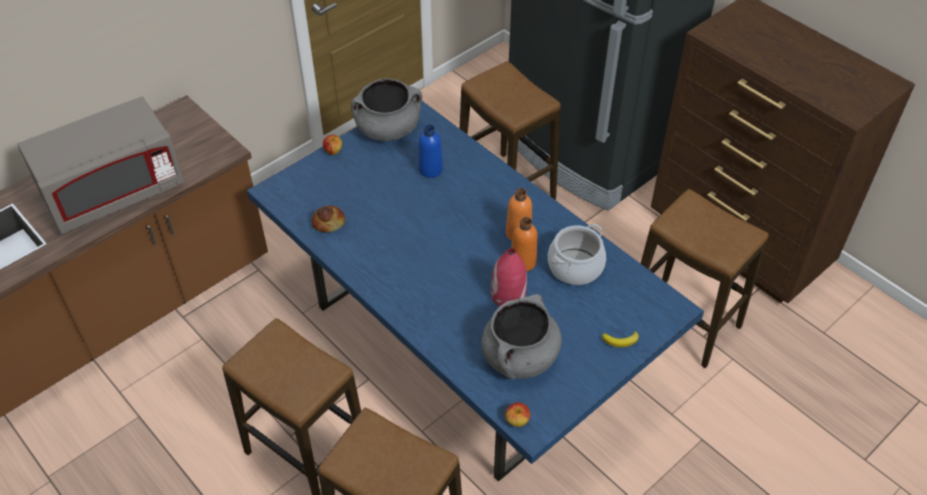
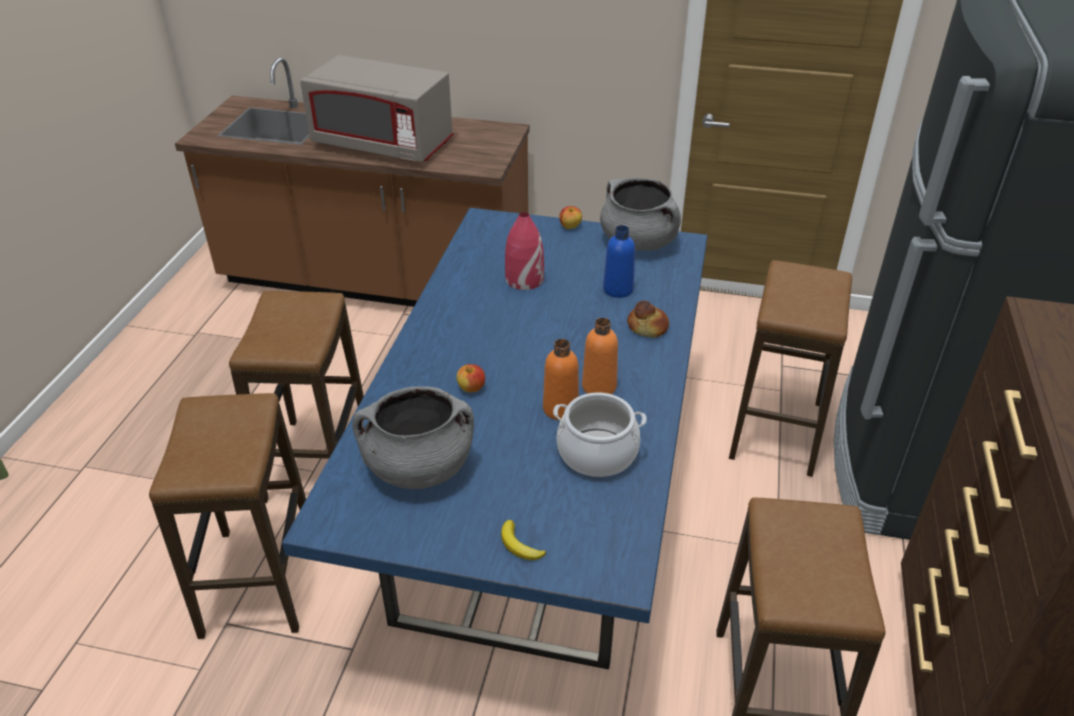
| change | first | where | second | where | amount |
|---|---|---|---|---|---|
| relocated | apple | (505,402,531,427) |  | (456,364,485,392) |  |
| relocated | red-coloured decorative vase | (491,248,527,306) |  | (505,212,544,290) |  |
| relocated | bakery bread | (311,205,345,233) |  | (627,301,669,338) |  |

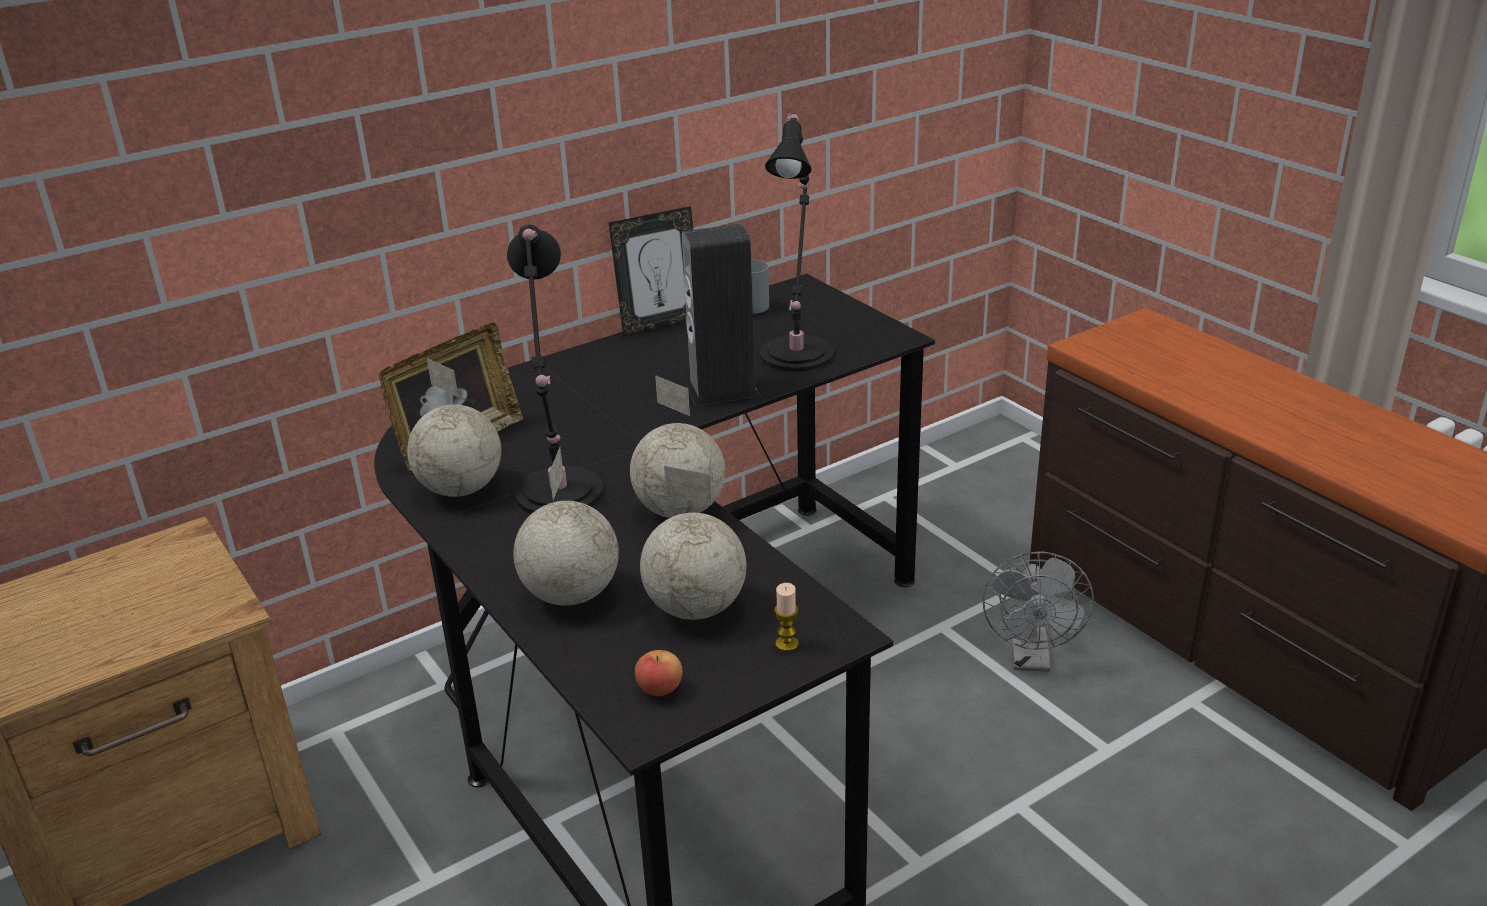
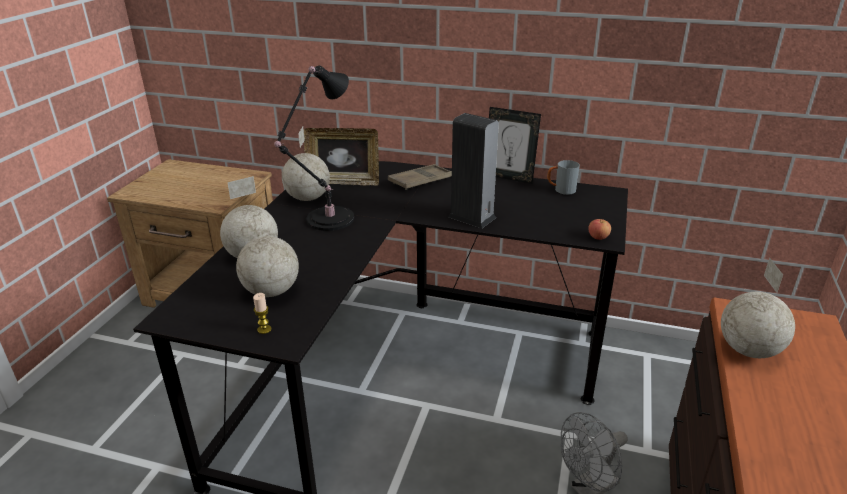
| change | first | where | second | where | amount |
|---|---|---|---|---|---|
| appeared |  |  | brown-coloured tray | (388,164,452,190) |  |
| relocated | apple | (635,650,683,696) |  | (588,219,611,240) |  |
| relocated | desk globe | (630,375,725,518) |  | (721,258,795,358) |  |
| missing | black-coloured table lamp | (760,113,834,372) |  |  |  |

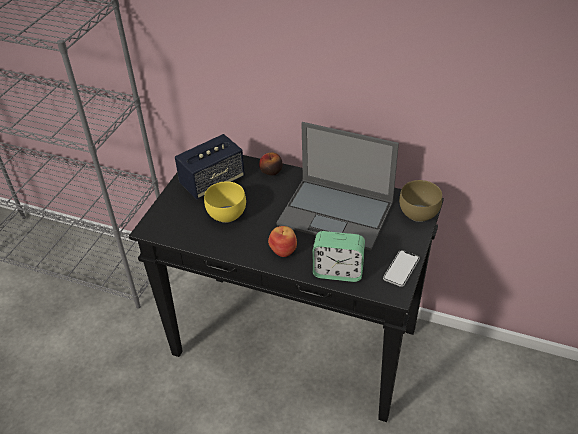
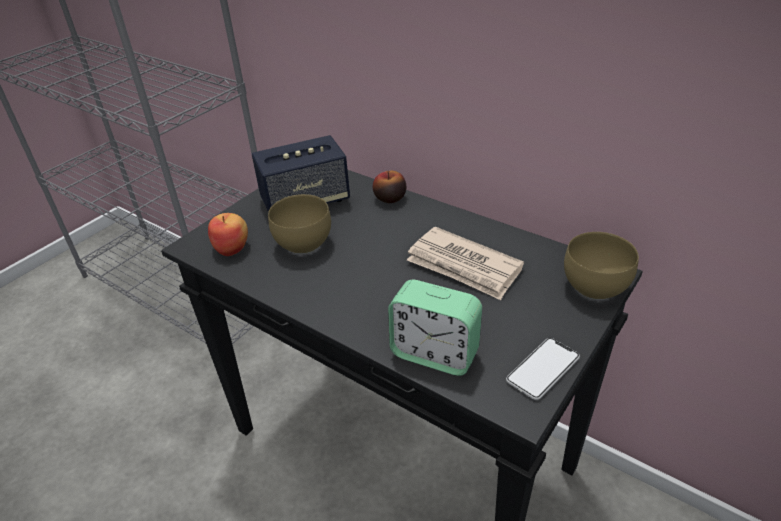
| change | first | where | second | where | amount |
|---|---|---|---|---|---|
| relocated | apple | (268,226,297,257) |  | (208,213,248,256) |  |
| colour | yellow-coloured bowl | (204,181,246,223) | brown-coloured bowl | (268,194,331,254) |  |
| exchanged | notebook computer | (276,122,399,251) | newspaper | (407,227,524,300) |  |

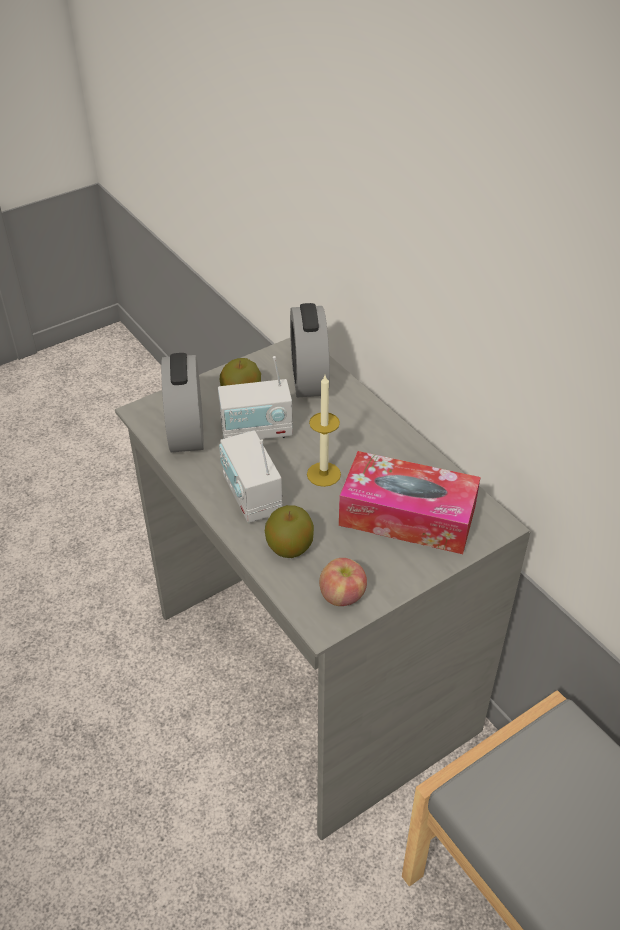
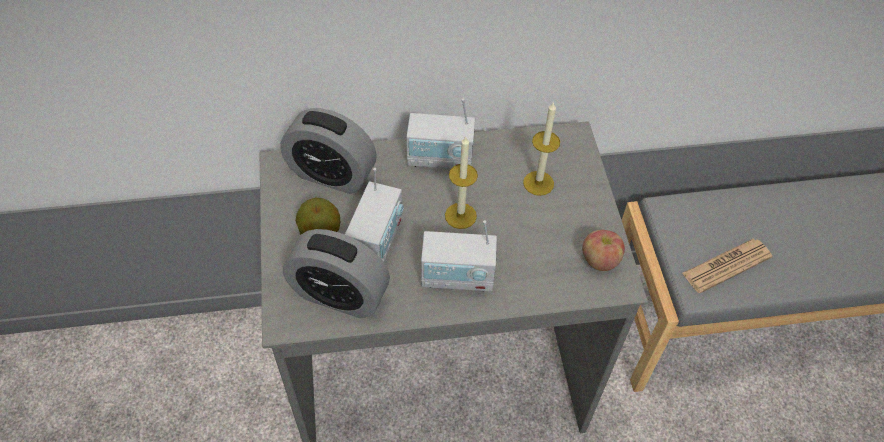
| change | first | where | second | where | amount |
|---|---|---|---|---|---|
| appeared |  |  | radio set | (407,98,475,169) |  |
| exchanged | tissue box | (339,451,481,554) | wax candle | (523,102,560,196) |  |
| appeared |  |  | newspaper | (682,239,772,293) |  |
| missing | apple | (265,505,314,558) |  |  |  |

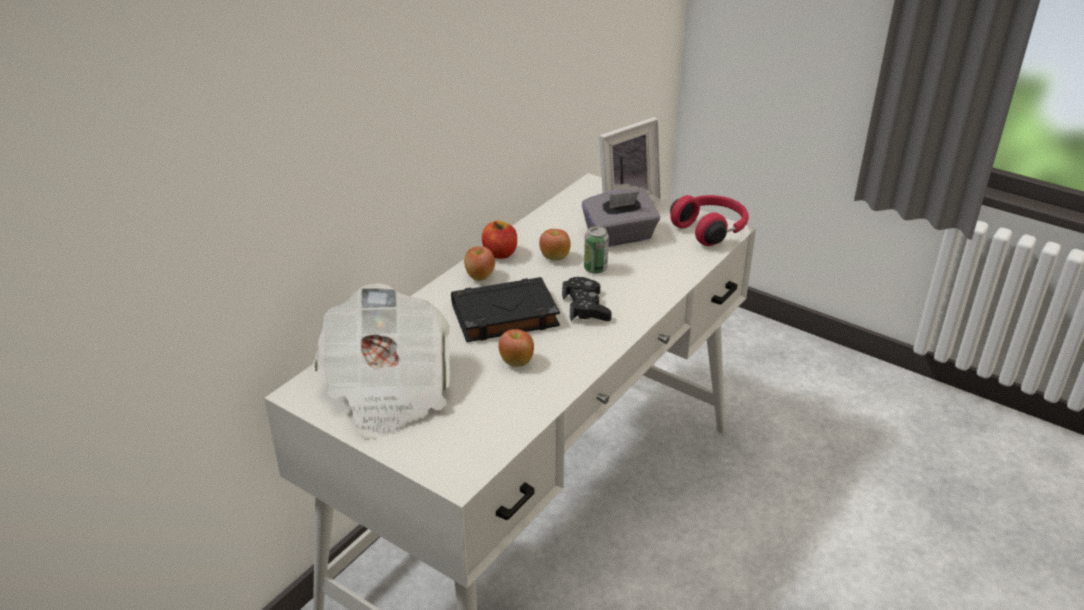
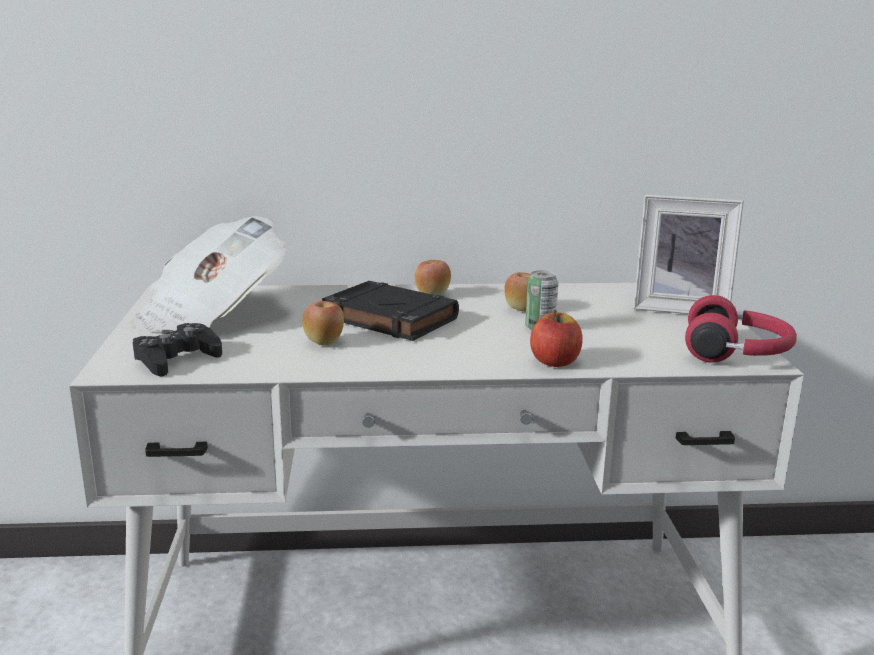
| change | first | where | second | where | amount |
|---|---|---|---|---|---|
| relocated | black-coloured gamepad | (562,277,611,321) |  | (133,323,222,376) |  |
| relocated | apple | (482,221,517,259) |  | (530,310,583,367) |  |
| missing | grey tissue box | (582,189,660,247) |  |  |  |

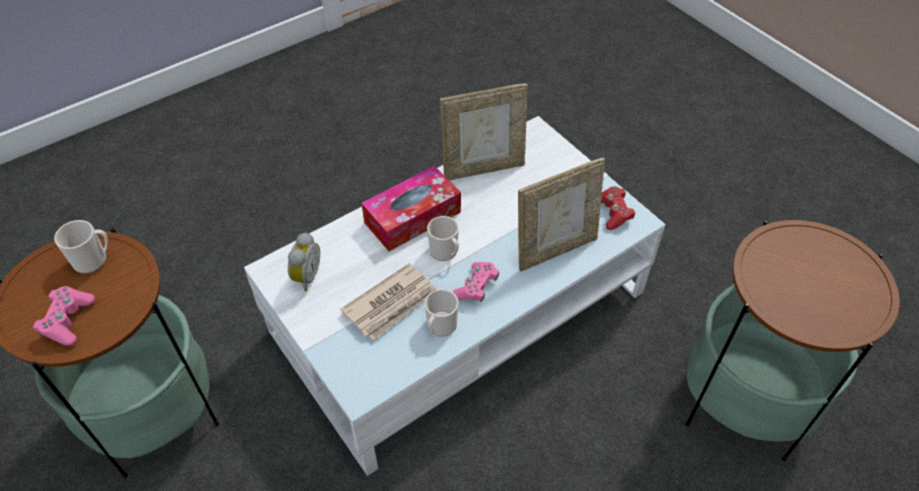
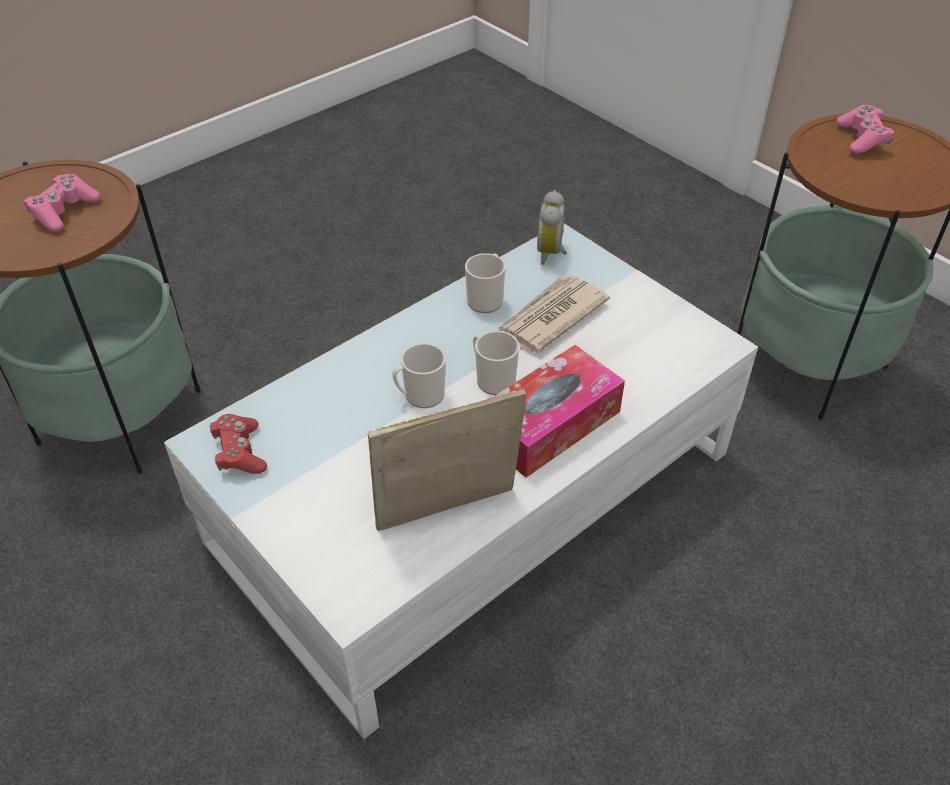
| change | first | where | second | where | amount |
|---|---|---|---|---|---|
| relocated | pinkish gamepad | (453,262,499,302) |  | (23,174,100,232) |  |
| relocated | mug | (54,220,108,274) |  | (392,343,446,408) |  |
| relocated | bedside clock | (288,232,320,291) |  | (537,190,567,265) |  |
| missing | photo frame | (518,158,605,271) |  |  |  |

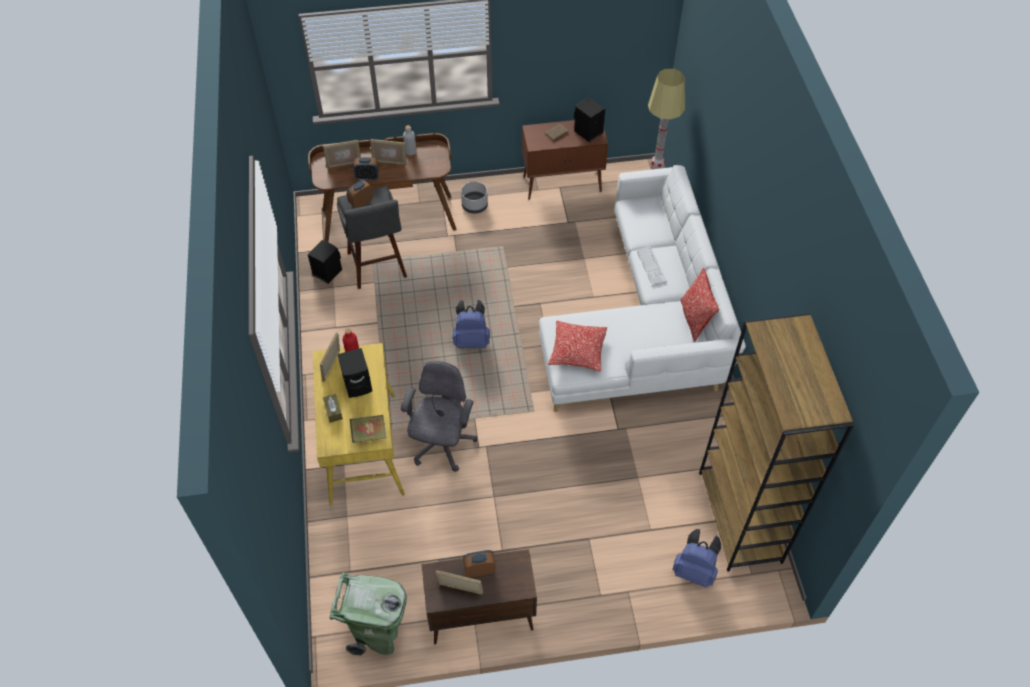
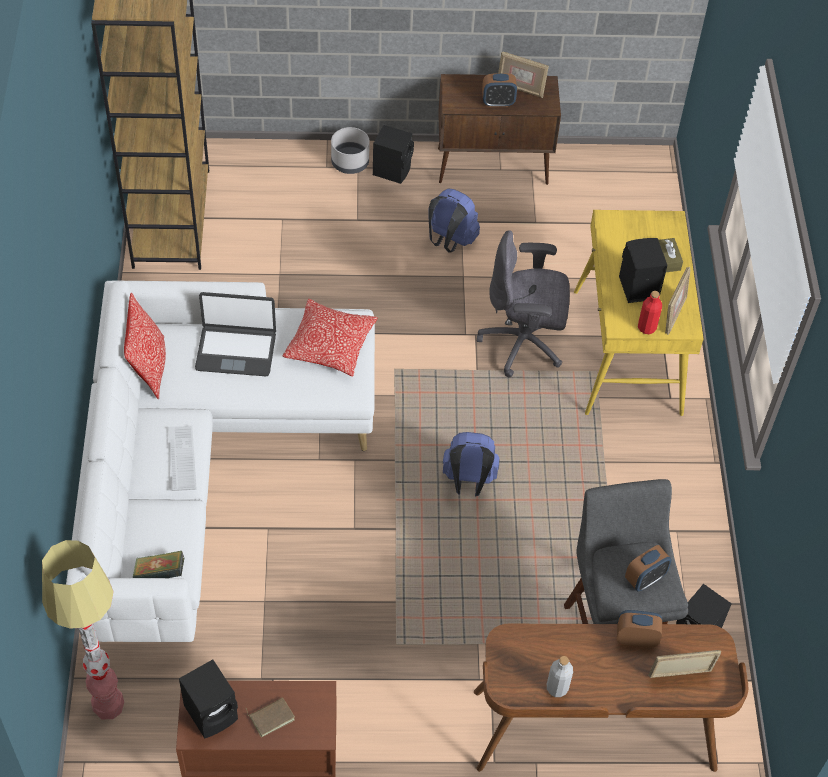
| change | first | where | second | where | amount |
|---|---|---|---|---|---|
| relocated | bound book | (350,415,386,443) |  | (133,551,184,578) |  |
| appeared |  |  | notebook computer | (195,292,276,376) |  |
| relocated | grey planter | (461,181,488,214) |  | (331,127,370,174) |  |
| appeared |  |  | black-coloured loudspeaker | (373,125,414,184) |  |
| relocated | blue backpack | (672,529,721,587) |  | (429,188,480,253) |  |
| spun | grey computer chair | (401,361,477,472) |  | (477,230,570,378) | 75 degrees clockwise |
| missing | greenish rubbish bin | (330,573,407,655) |  |  |  |
| missing | photo frame | (370,139,407,165) |  |  |  |

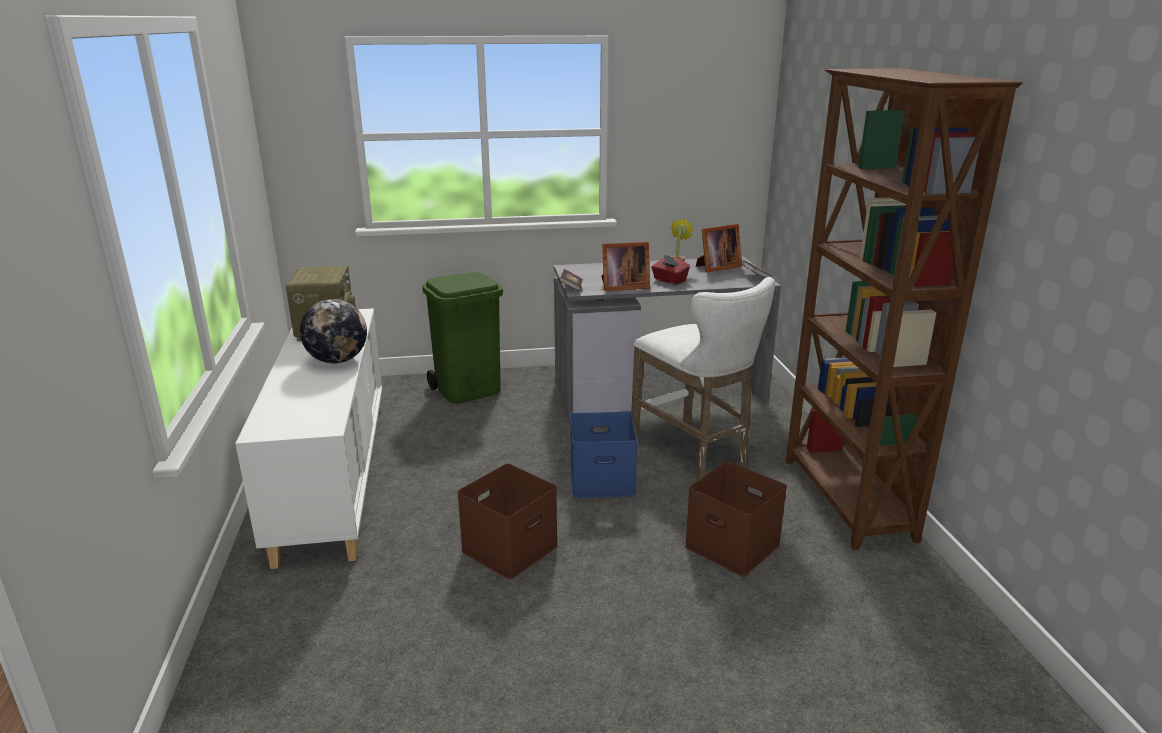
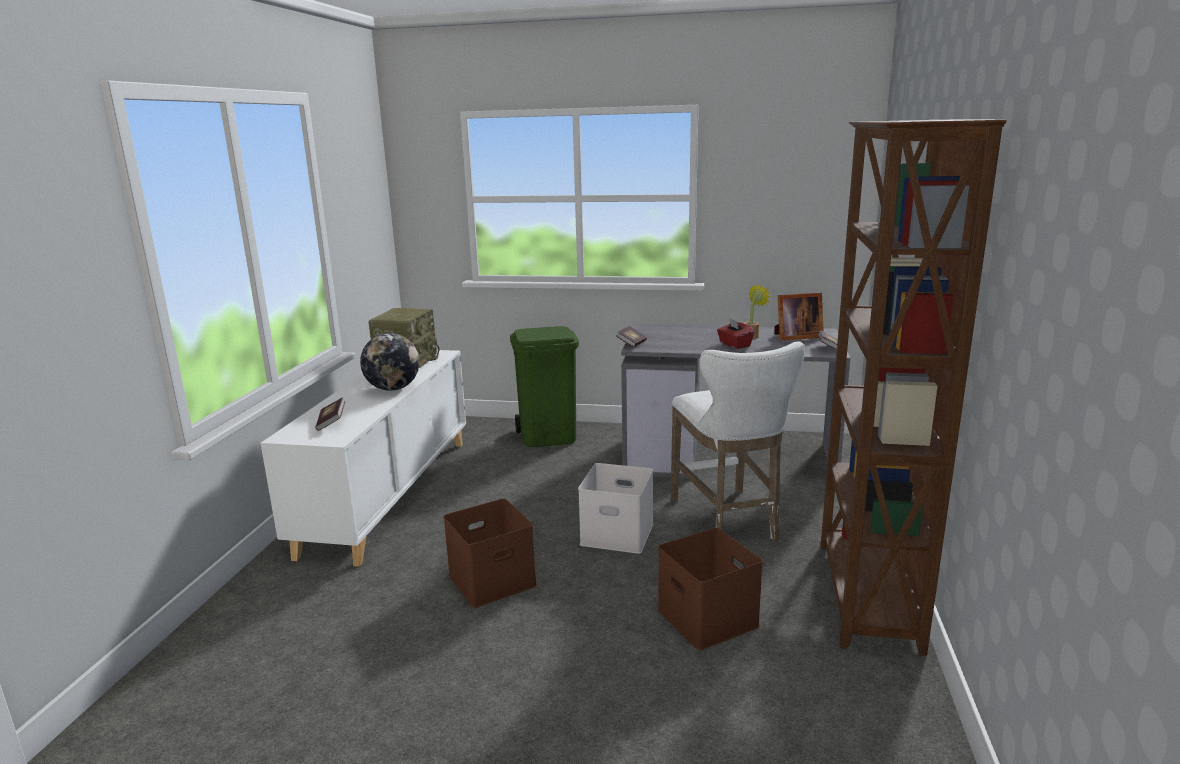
| change | first | where | second | where | amount |
|---|---|---|---|---|---|
| appeared |  |  | bound book | (315,397,345,431) |  |
| colour | blue storage box | (570,412,637,498) | white-coloured storage box | (578,463,653,554) |  |
| missing | photo frame | (601,242,650,291) |  |  |  |

